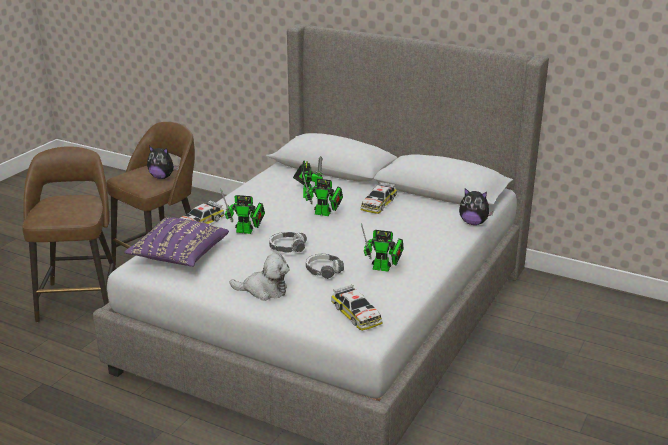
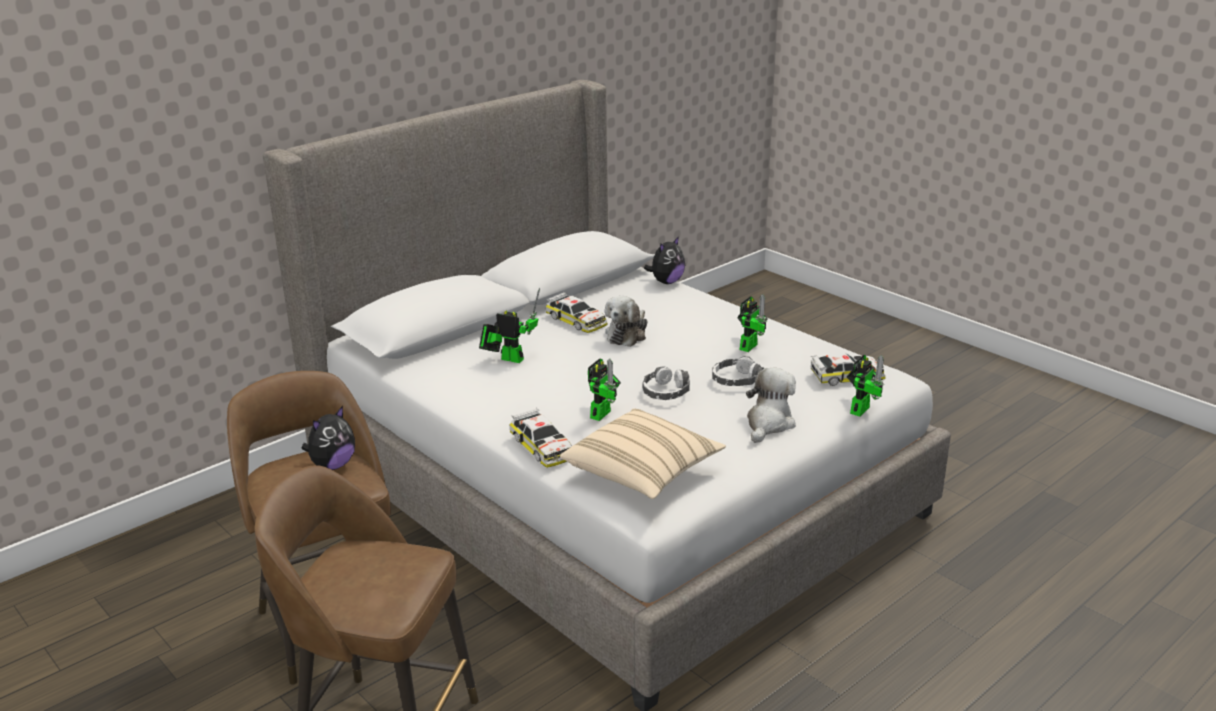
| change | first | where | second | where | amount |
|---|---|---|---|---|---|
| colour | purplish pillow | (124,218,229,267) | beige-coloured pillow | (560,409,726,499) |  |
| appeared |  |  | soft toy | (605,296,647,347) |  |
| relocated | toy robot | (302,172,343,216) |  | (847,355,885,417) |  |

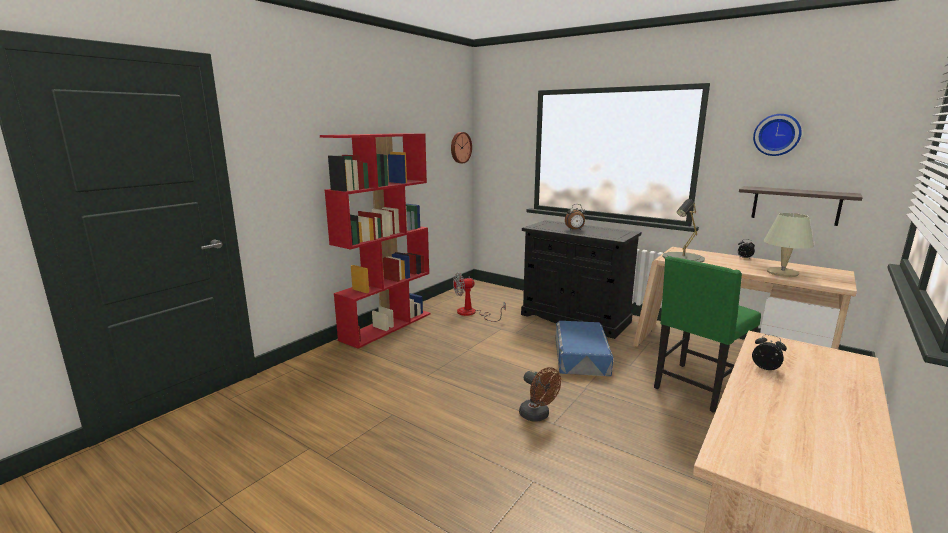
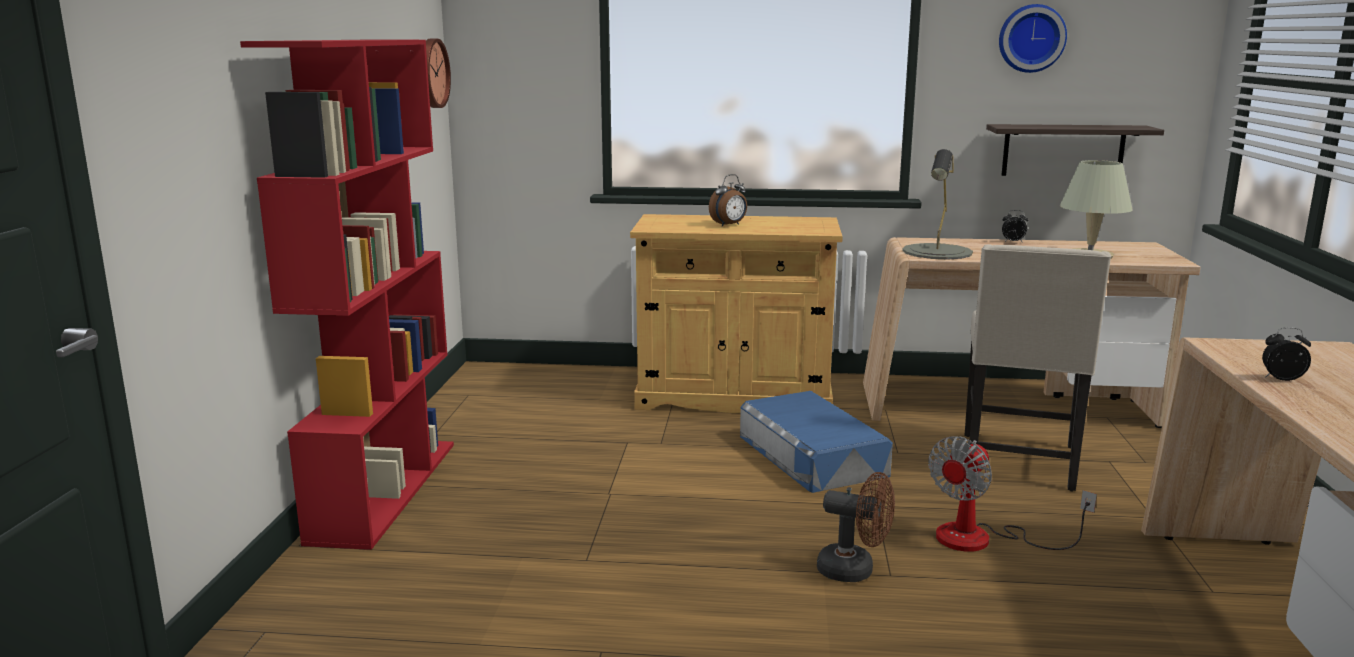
| change | first | where | second | where | amount |
|---|---|---|---|---|---|
| colour | black-coloured cupboard | (521,220,642,339) | beige-coloured cupboard | (630,214,843,413) |  |
| relocated | fan | (453,273,506,322) |  | (928,436,1097,552) |  |
| colour | greenish chair | (654,256,761,412) | beige-coloured chair | (964,244,1111,491) |  |

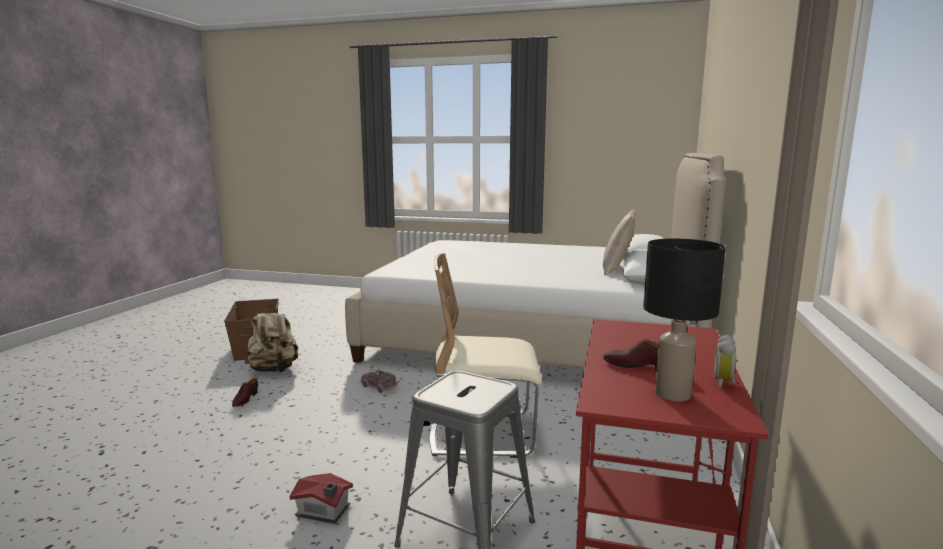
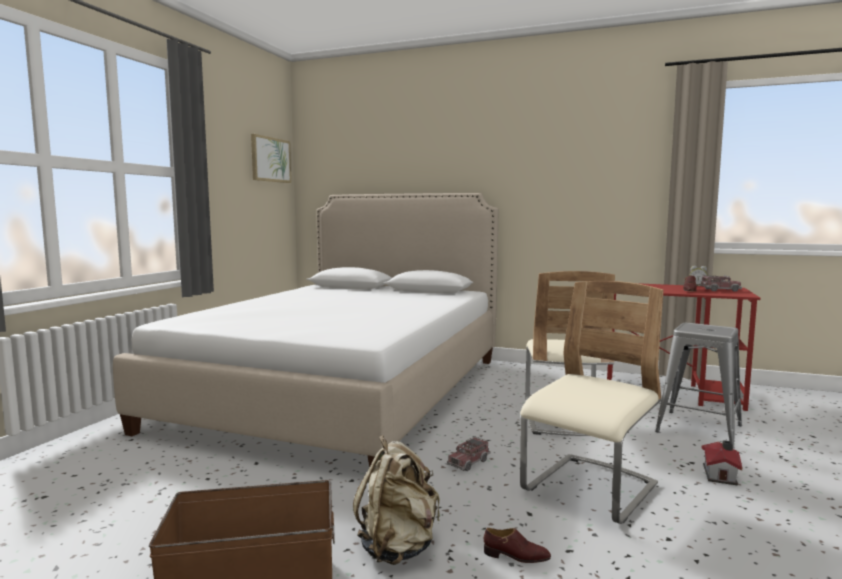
| change | first | where | second | where | amount |
|---|---|---|---|---|---|
| appeared |  |  | wall art | (251,134,291,183) |  |
| appeared |  |  | beige-coloured chair | (520,281,664,524) |  |
| exchanged | black-coloured table lamp | (643,239,726,401) | toy truck | (699,275,742,291) |  |
| missing | beige-coloured pillow | (603,209,635,276) |  |  |  |

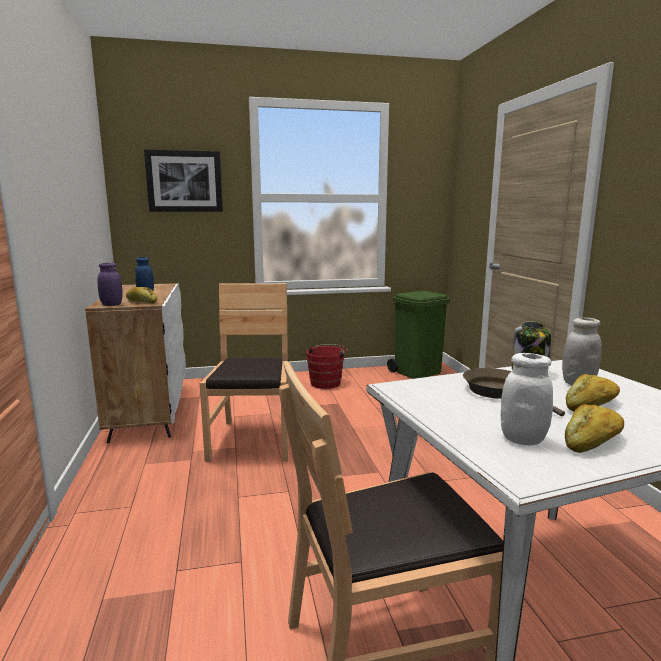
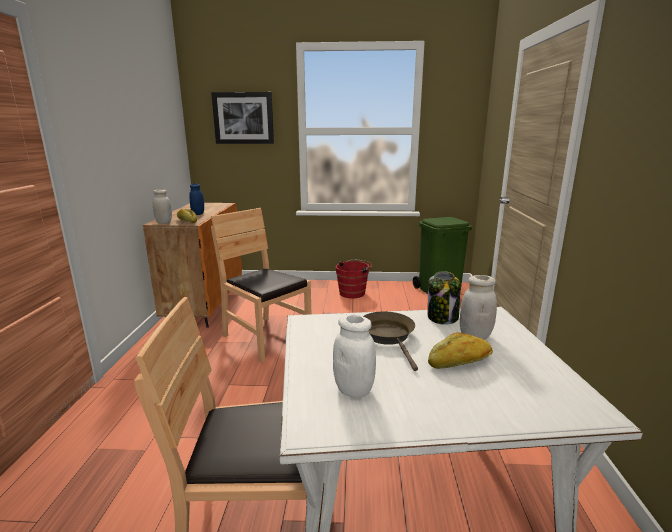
| change | first | where | second | where | amount |
|---|---|---|---|---|---|
| colour | white-coloured cupboard | (85,283,186,443) | orangey cupboard | (143,203,242,328) |  |
| colour | purplish storage jar | (97,263,123,306) | white-coloured storage jar | (153,190,172,223) |  |
| spun | brown-coloured chair | (200,283,288,462) |  | (211,208,311,363) | 60 degrees counterclockwise |
| missing | bakery bread | (565,404,624,453) |  |  |  |

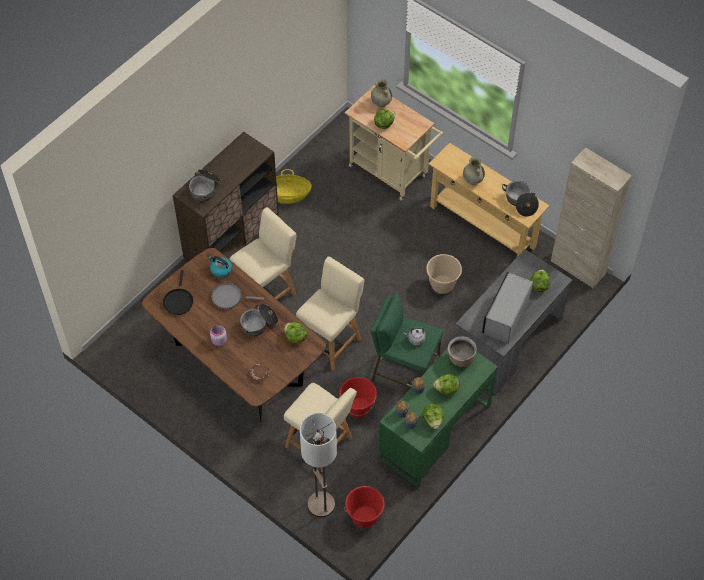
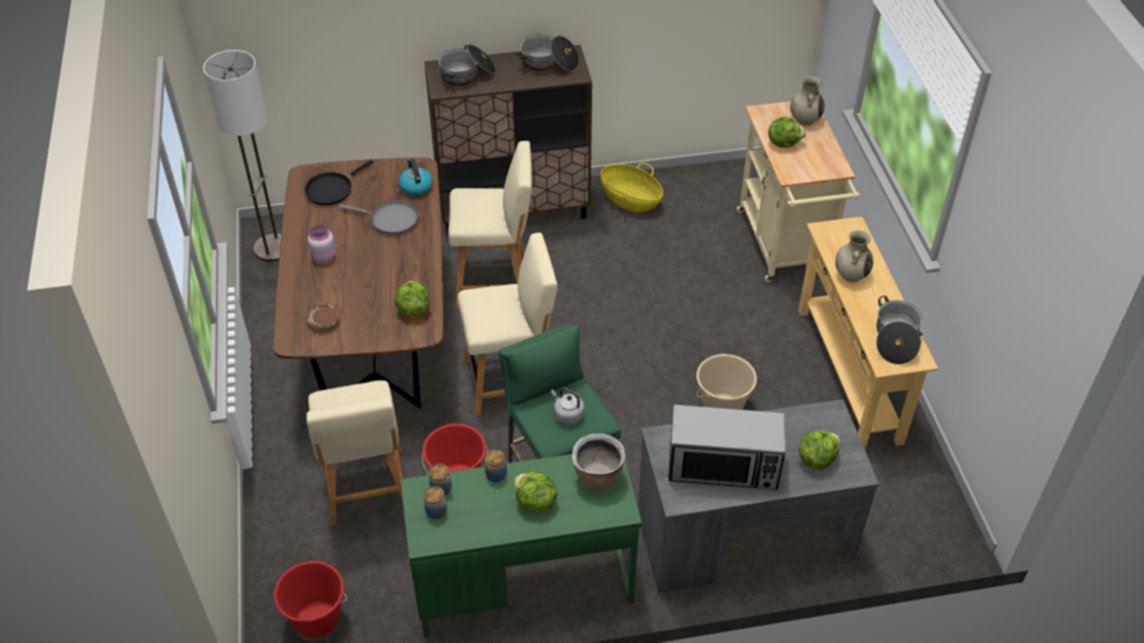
| change | first | where | second | where | amount |
|---|---|---|---|---|---|
| relocated | standard lamp | (300,413,337,517) |  | (203,50,281,262) |  |
| spun | grey skillet | (211,282,264,309) |  | (339,200,419,234) | 150 degrees clockwise |
| relocated | cooking pot | (240,304,278,336) |  | (515,34,579,71) |  |
| spun | kitchen microwave | (482,272,533,343) |  | (668,405,786,490) | 150 degrees counterclockwise |
| missing | lettuce | (423,404,444,429) |  |  |  |
| missing | beige-coloured cupboard | (551,147,632,288) |  |  |  |

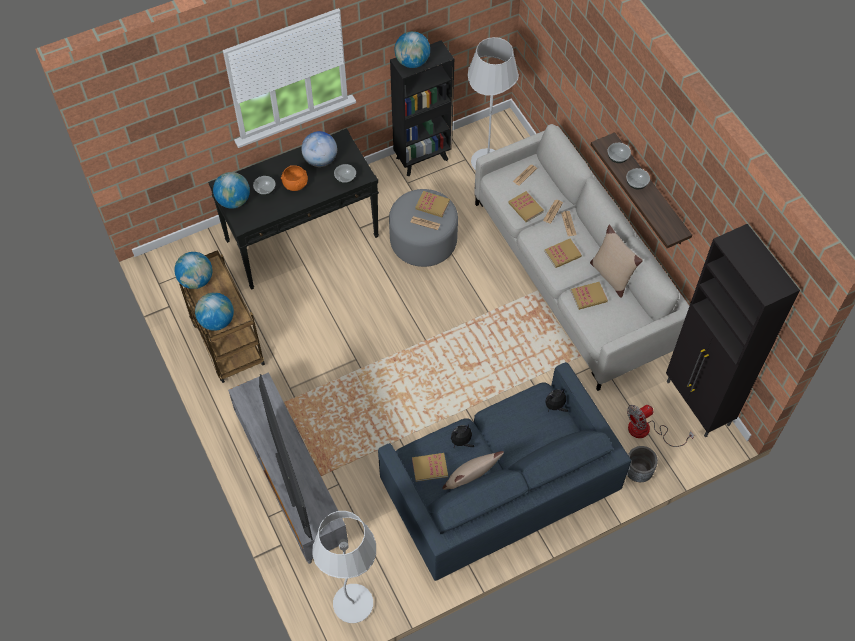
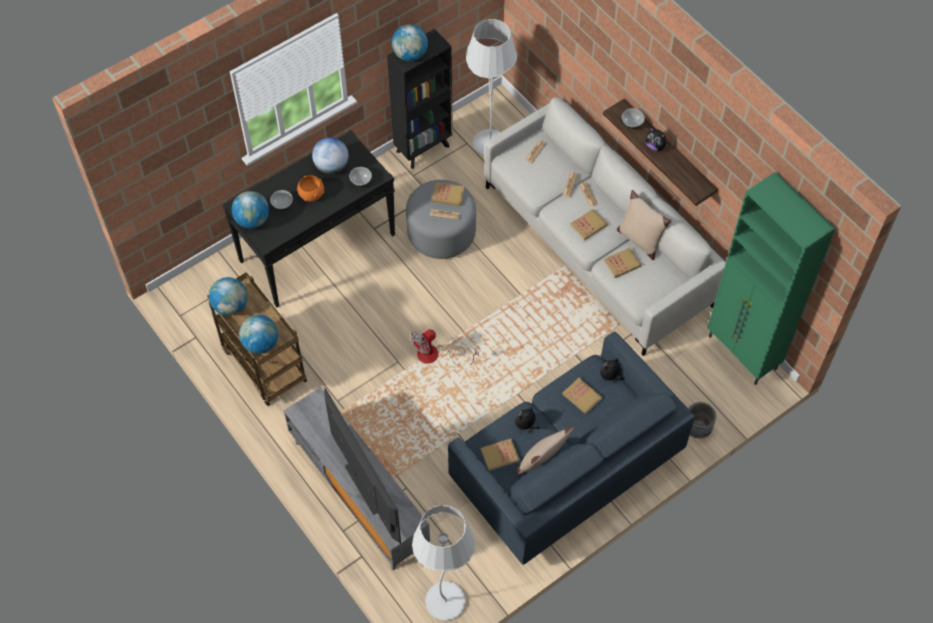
| change | first | where | second | where | amount |
|---|---|---|---|---|---|
| relocated | fan | (627,405,694,447) |  | (410,329,479,366) |  |
| relocated | bound book | (508,191,544,222) |  | (562,378,602,414) |  |
| exchanged | bowl | (626,168,650,189) | soft toy | (646,128,670,151) |  |
| colour | black-coloured cupboard | (666,224,800,438) | greenish cupboard | (707,172,835,385) |  |

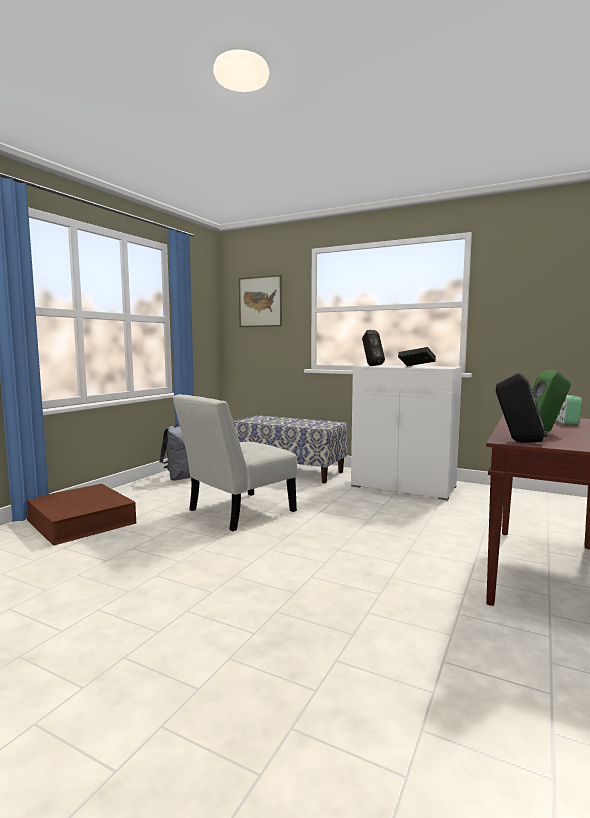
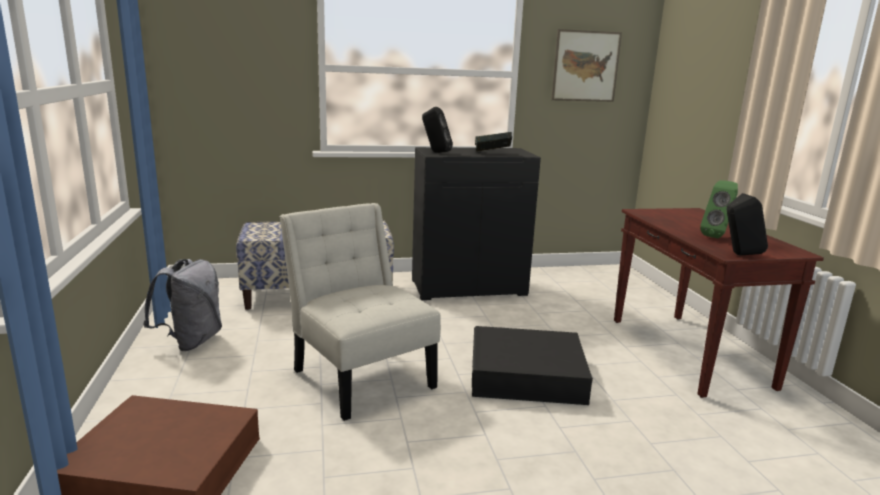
| change | first | where | second | where | amount |
|---|---|---|---|---|---|
| spun | white-coloured chair | (173,394,297,531) |  | (280,203,441,421) | 135 degrees clockwise |
| colour | white-coloured cupboard | (351,365,462,501) | black-coloured cupboard | (412,147,541,300) |  |
| appeared |  |  | black-coloured storage box | (472,326,593,405) |  |
| relocated | wall art | (239,275,282,327) |  | (551,29,622,102) |  |
| missing | bedside clock | (556,395,582,425) |  |  |  |

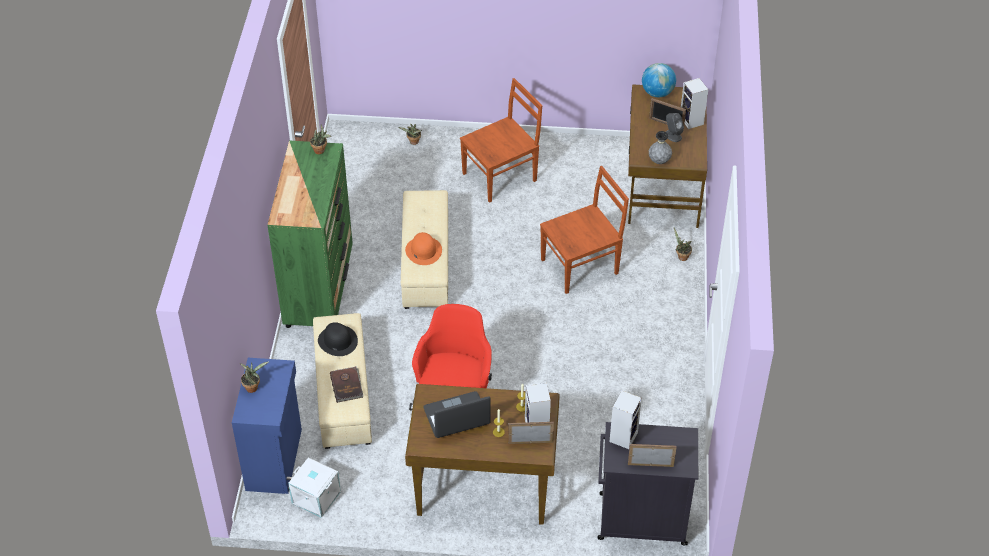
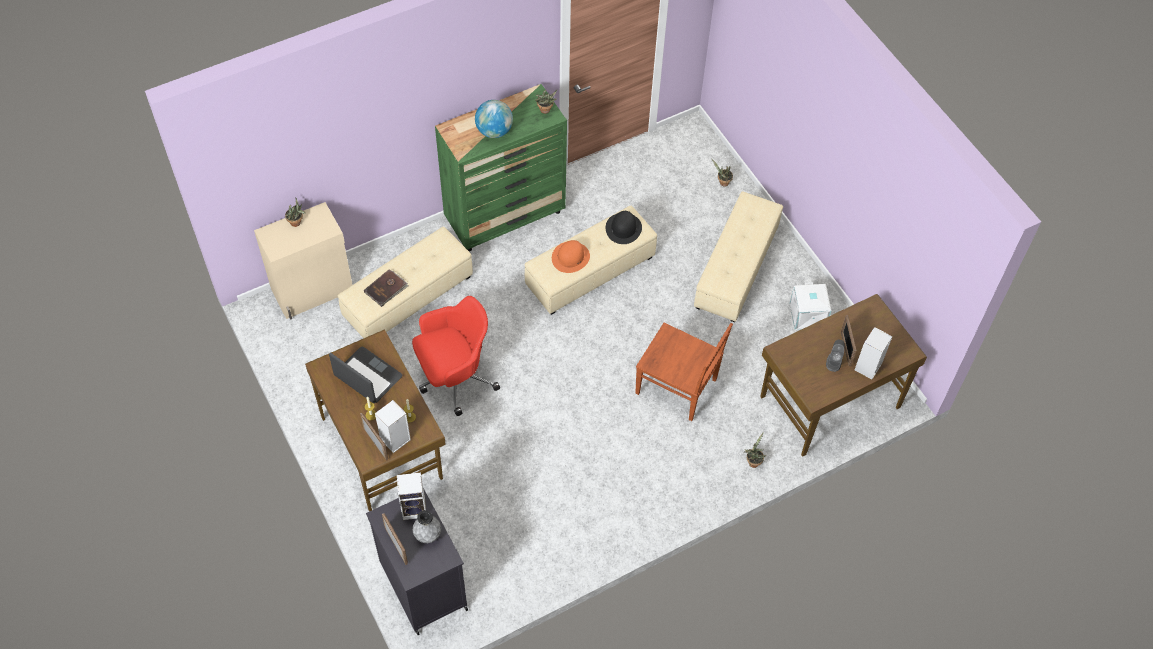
| change | first | where | second | where | amount |
|---|---|---|---|---|---|
| colour | blue cupboard | (232,358,302,494) | beige-coloured cupboard | (254,202,353,320) |  |
| relocated | grey decorative vase | (649,131,672,164) |  | (412,510,441,543) |  |
| relocated | desk globe | (642,63,676,97) |  | (475,100,513,138) |  |
| relocated | black-coloured clothing hat | (318,322,358,356) |  | (606,211,642,244) |  |
| exchanged | brown-coloured chair | (460,78,542,203) | beige-coloured footrest | (694,192,783,322) |  |
| relocated | white-coloured storage box | (288,457,341,518) |  | (790,282,832,330) |  |

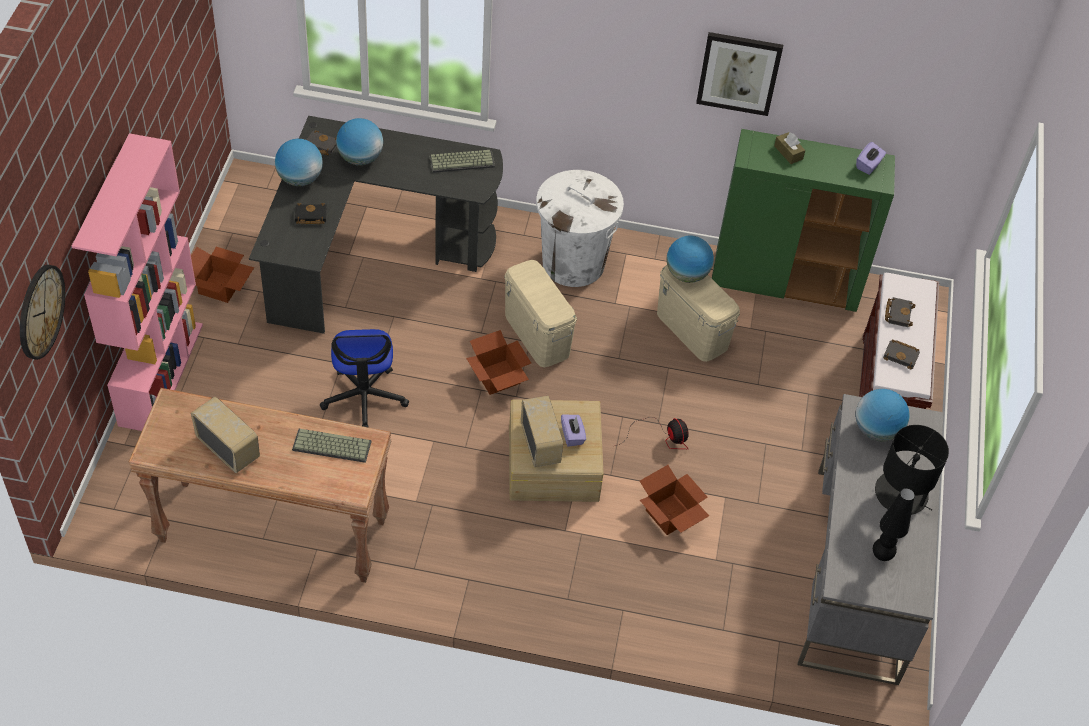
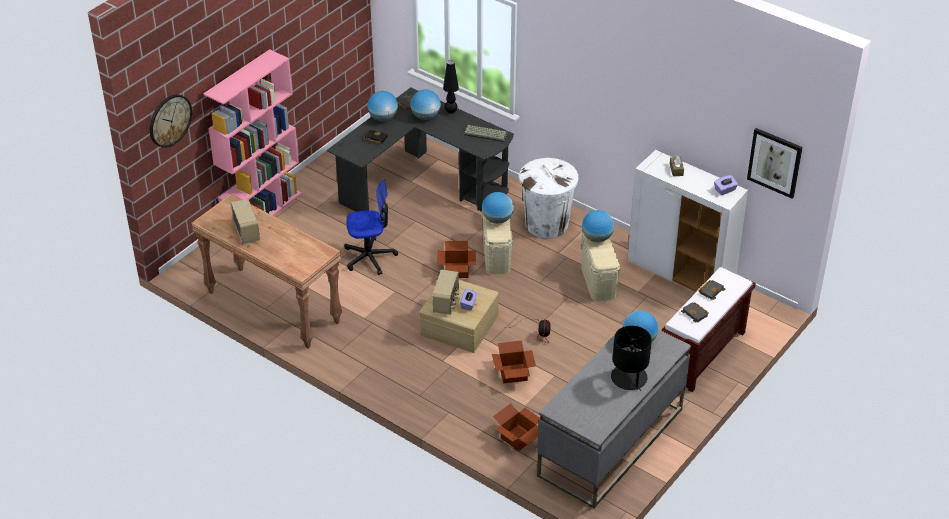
| change | first | where | second | where | amount |
|---|---|---|---|---|---|
| spun | computer chair | (320,329,409,428) |  | (344,179,398,275) | 120 degrees counterclockwise |
| relocated | black-coloured table lamp | (873,488,915,561) |  | (443,60,459,114) |  |
| appeared |  |  | desk globe | (482,192,514,224) |  |
| relocated | cardboard box | (191,247,254,303) |  | (493,403,540,451) |  |
| colour | greenish cupboard | (712,129,895,312) | white-coloured cupboard | (627,150,748,292) |  |
| relocated | wall art | (696,32,783,116) |  | (747,128,803,198) |  |
| missing | computer keyboard | (292,429,372,463) |  |  |  |

